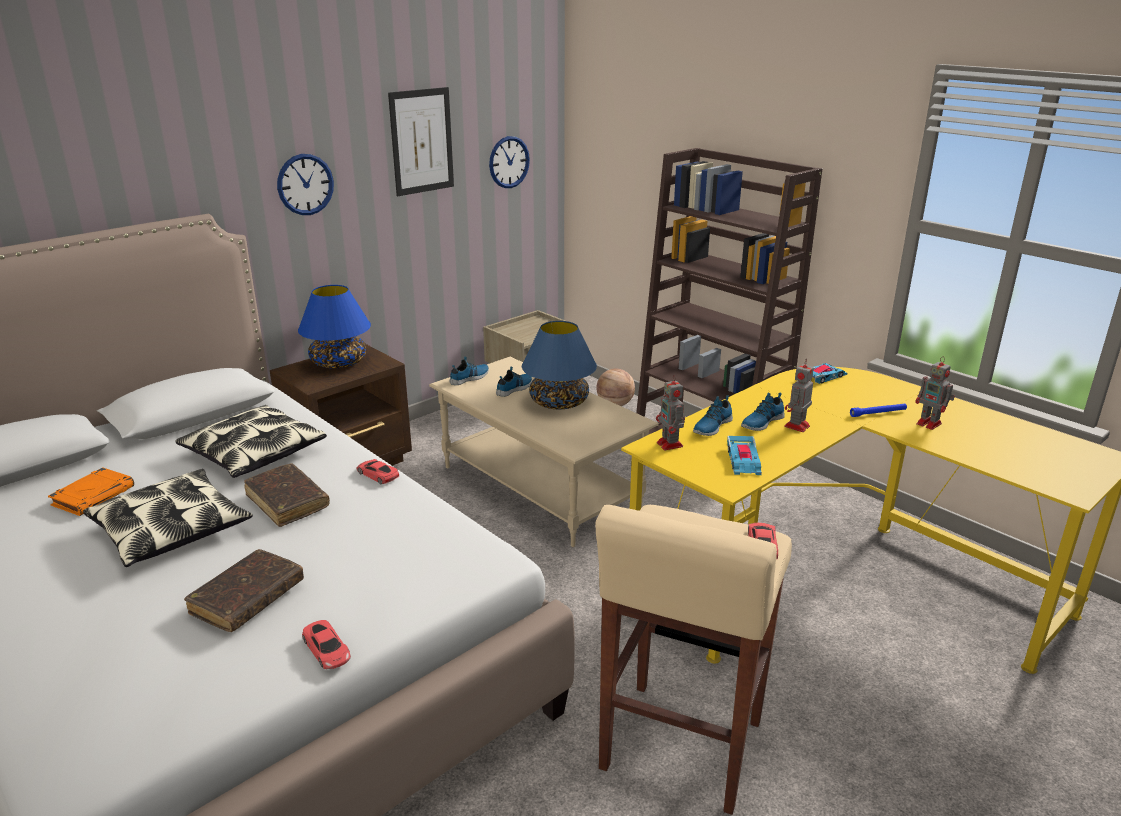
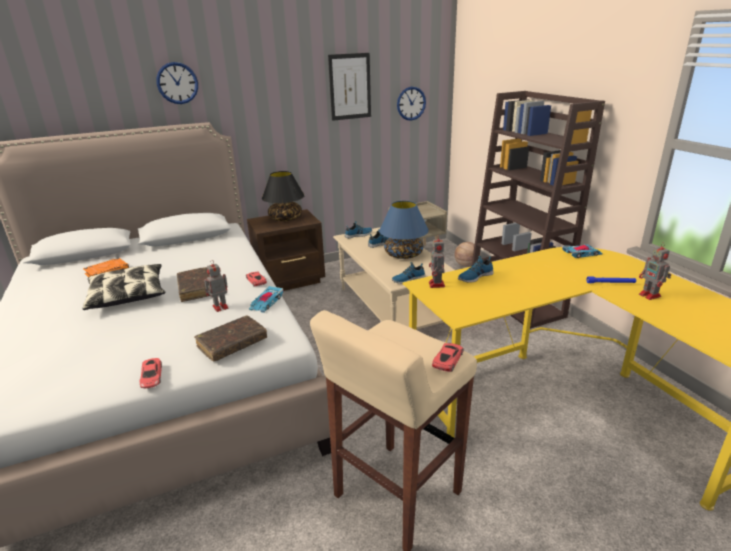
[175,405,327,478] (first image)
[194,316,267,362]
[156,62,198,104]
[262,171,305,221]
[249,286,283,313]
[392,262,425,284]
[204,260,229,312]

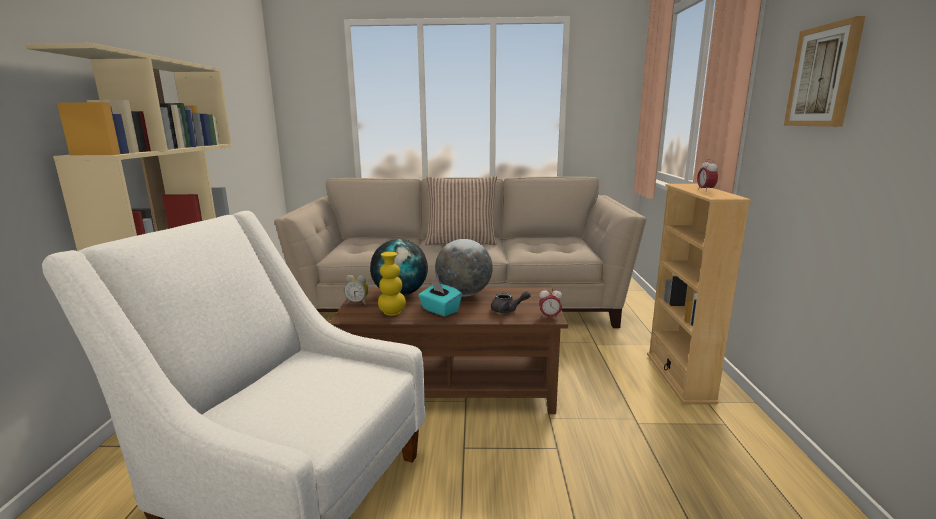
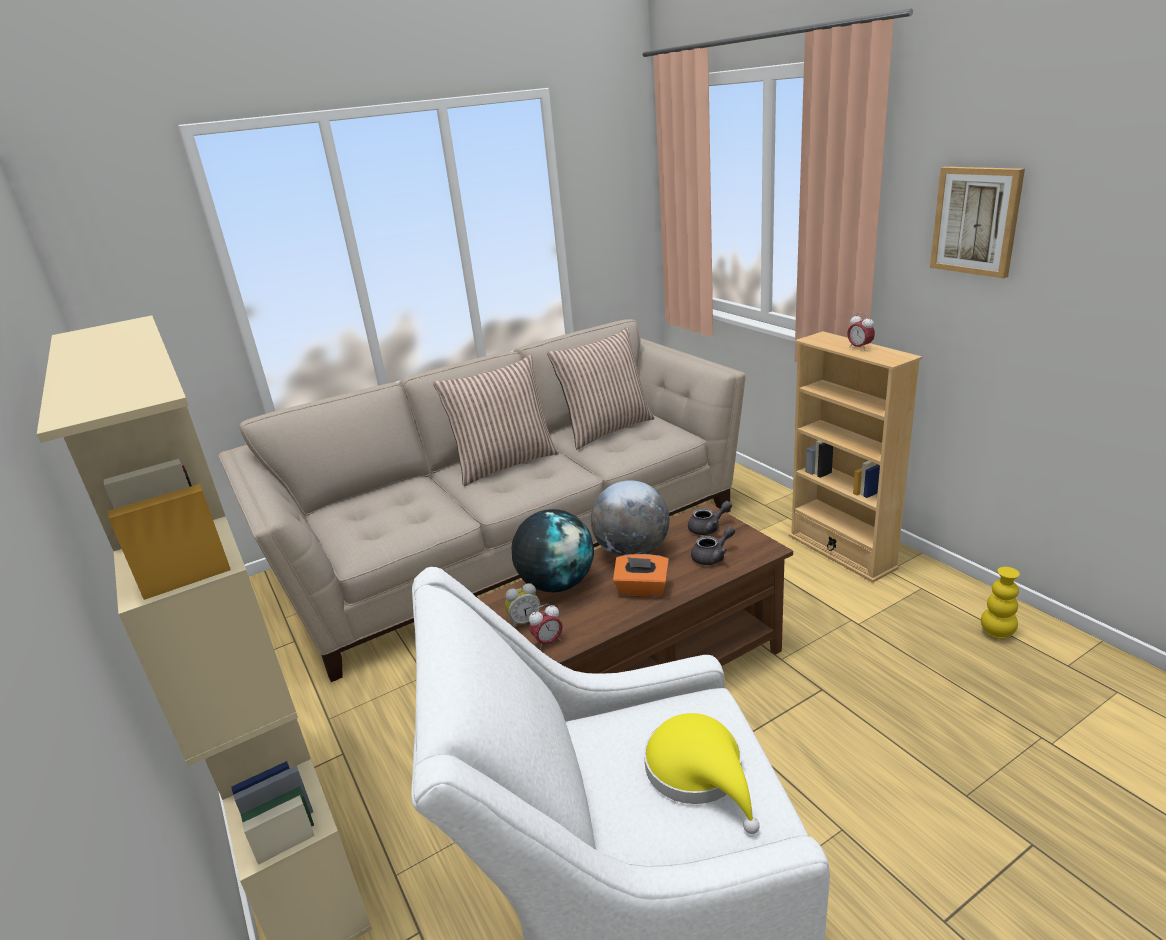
[981,567,1020,639]
[613,554,669,597]
[529,603,563,649]
[547,327,655,449]
[644,713,760,834]
[688,501,732,535]

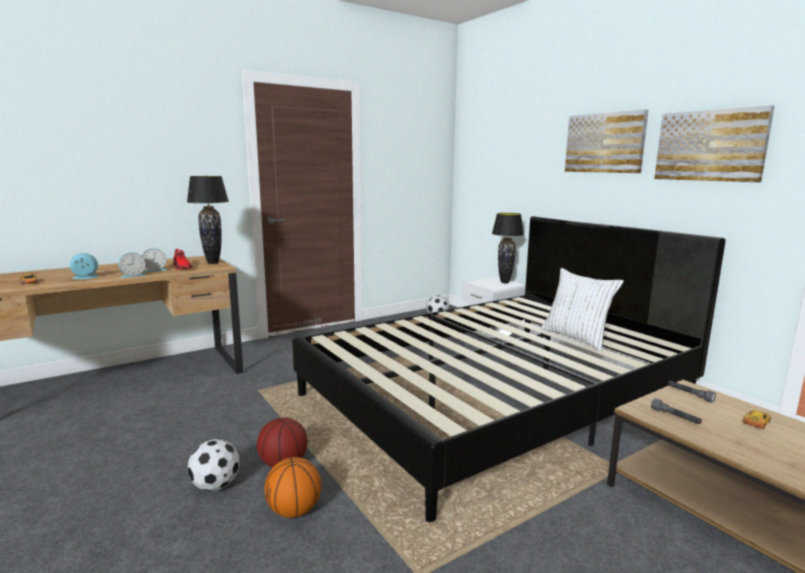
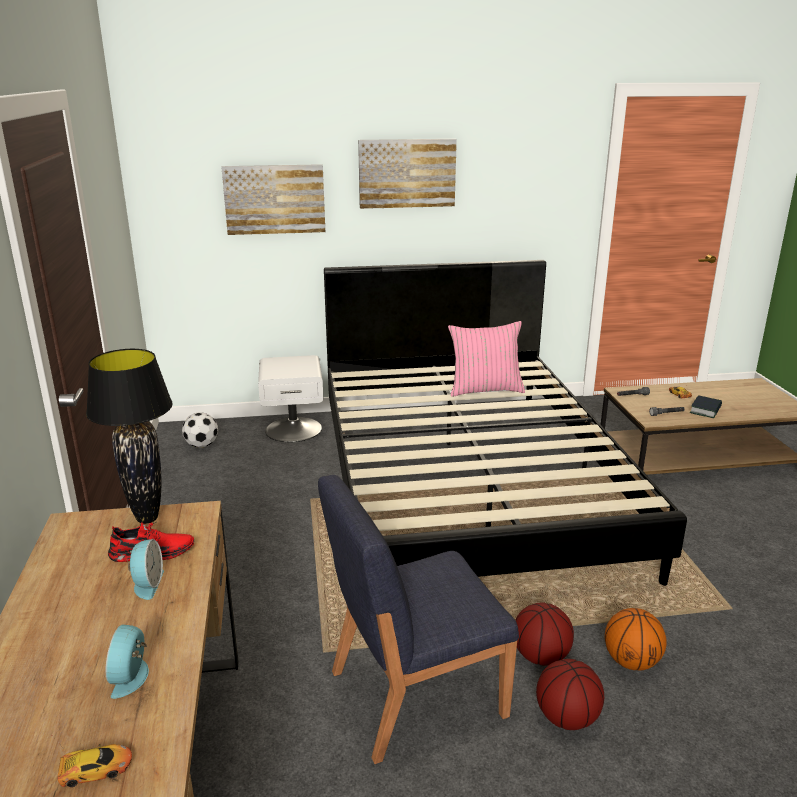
[119,252,146,278] (first image)
[536,659,604,730]
[492,213,524,283] (first image)
[448,321,525,397]
[221,164,325,235]
[318,475,519,764]
[690,395,722,418]

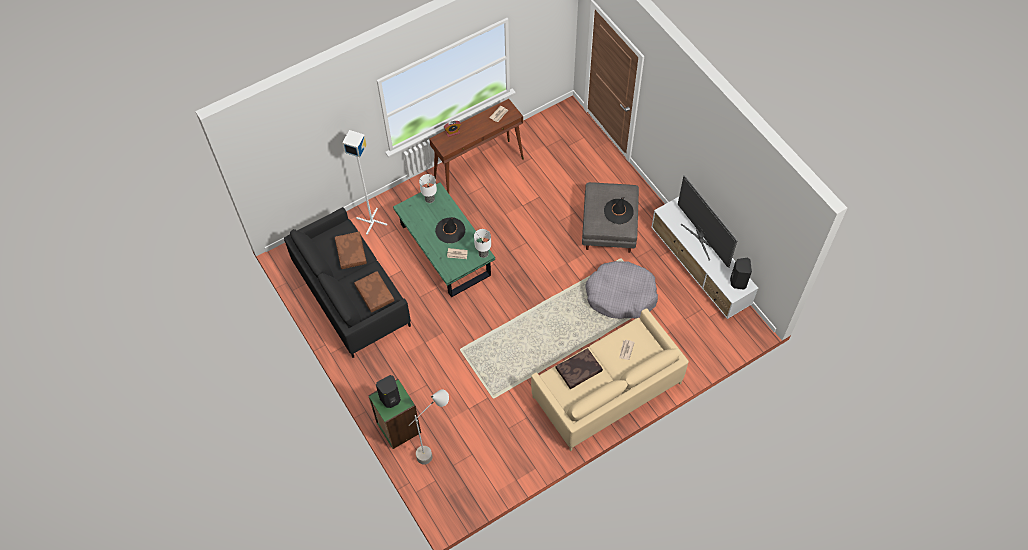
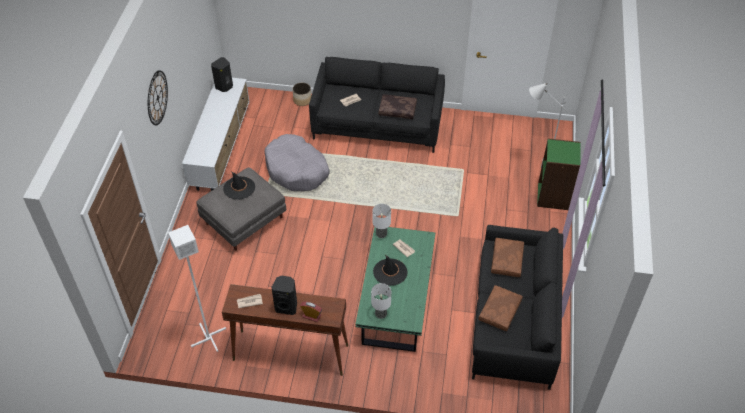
[168,225,226,352]
[271,276,297,315]
[309,57,445,153]
[678,175,738,268] (first image)
[148,70,168,125]
[292,83,312,106]

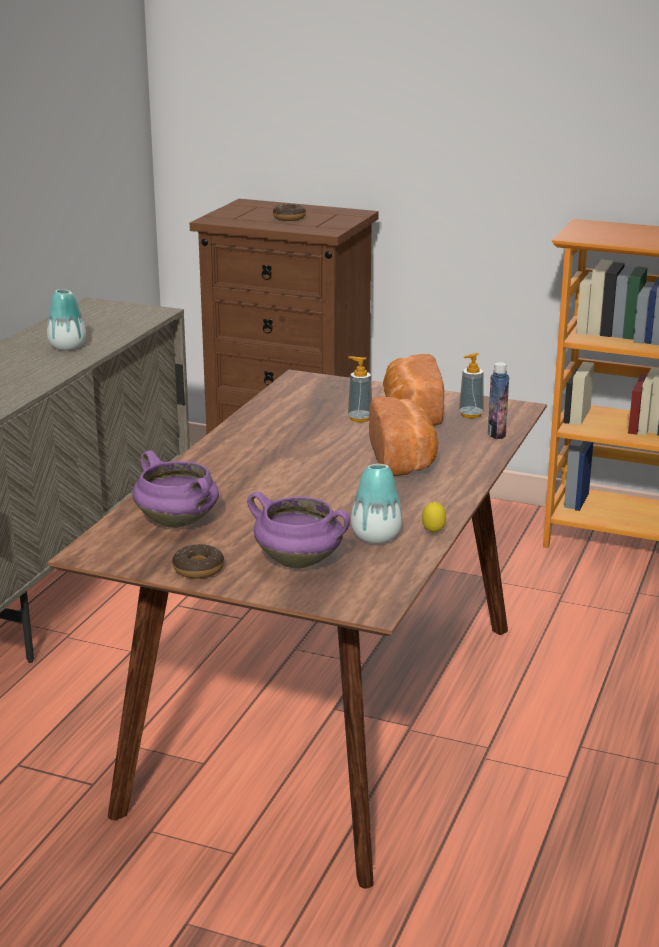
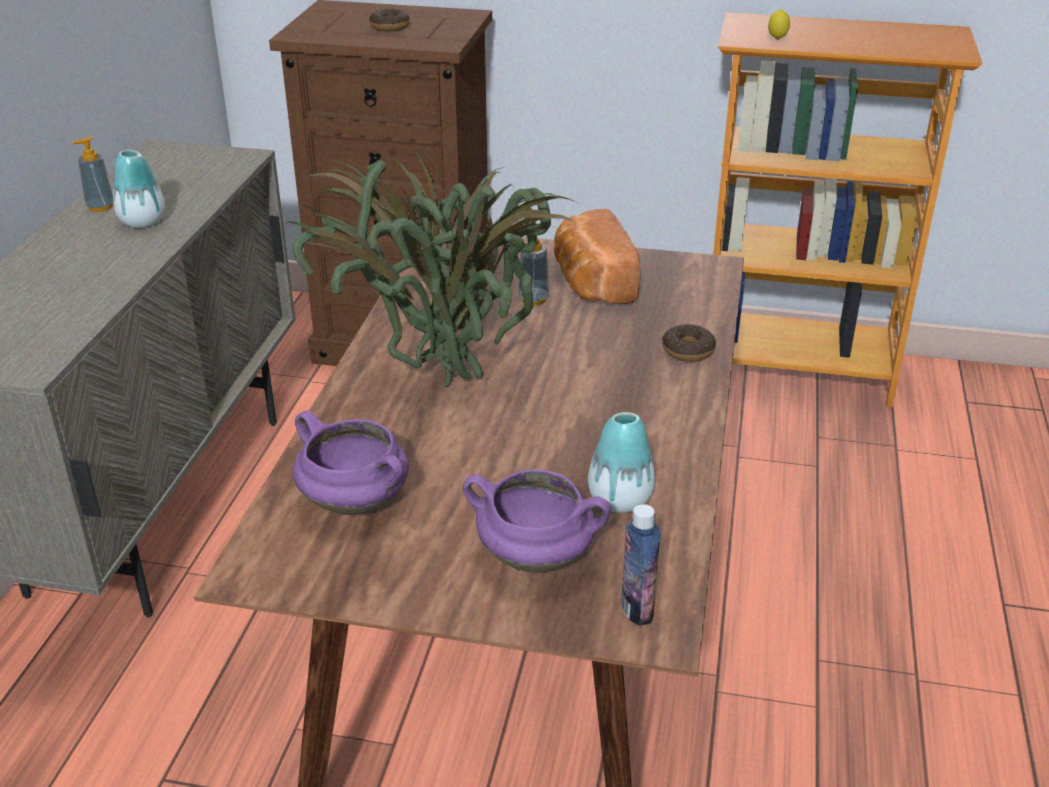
[662,324,716,362]
[369,397,438,476] (first image)
[768,9,790,40]
[72,136,113,212]
[621,504,660,626]
[287,150,575,387]

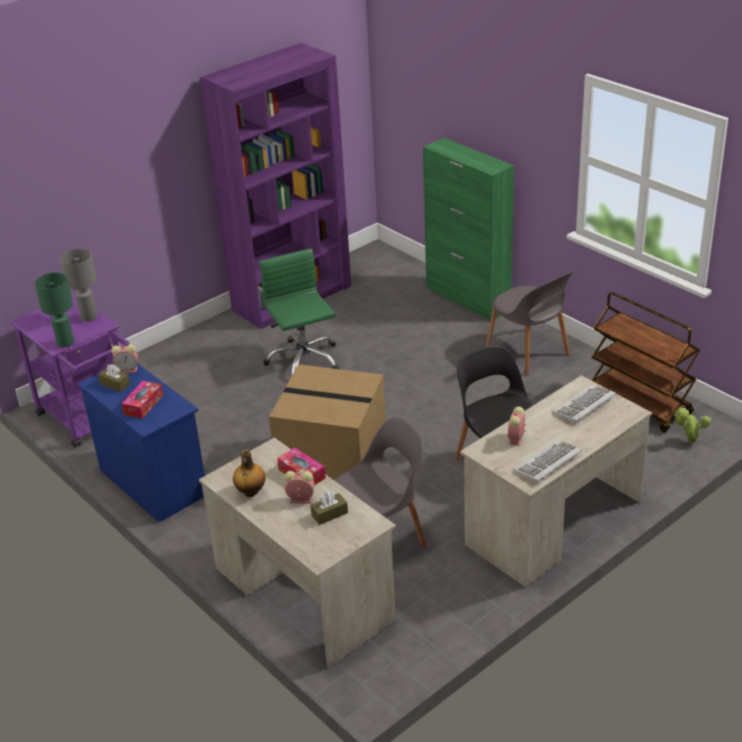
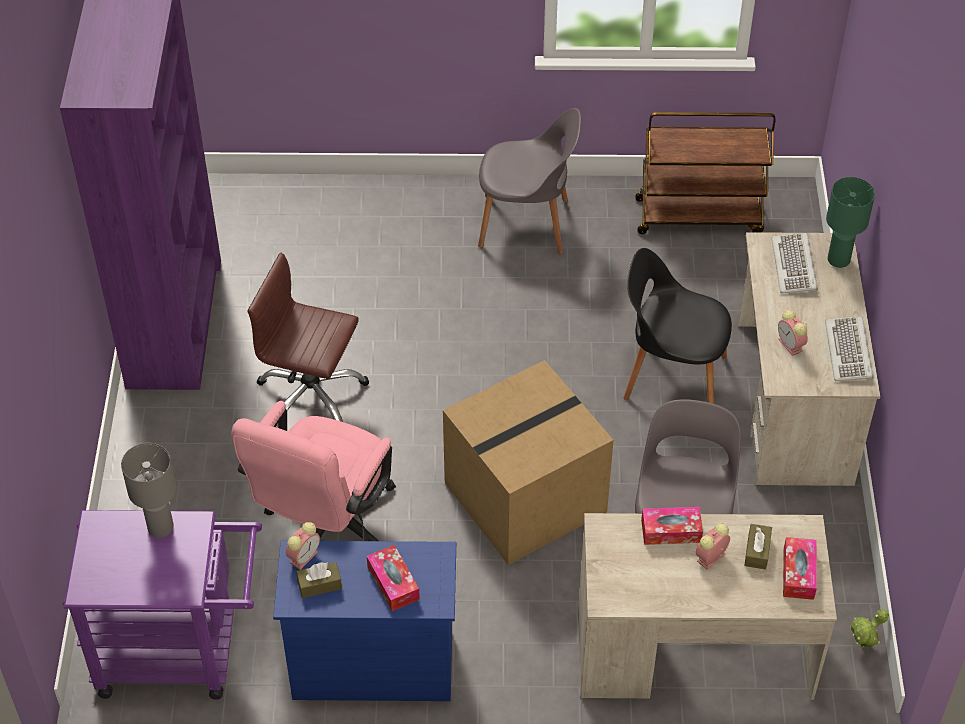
[826,177,875,268]
[233,450,266,497] (first image)
[248,253,369,428]
[423,138,514,321] (first image)
[850,609,889,648]
[232,401,396,541]
[783,537,817,600]

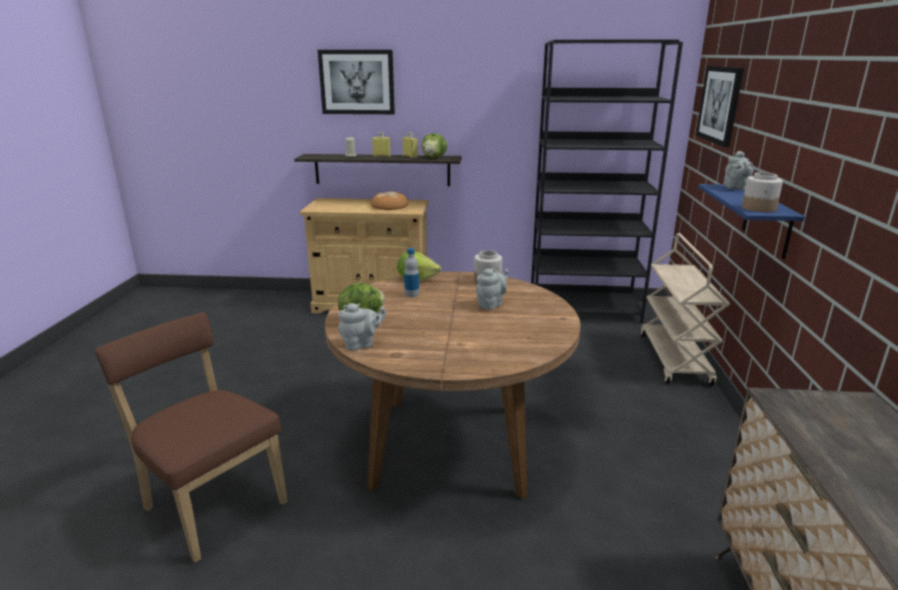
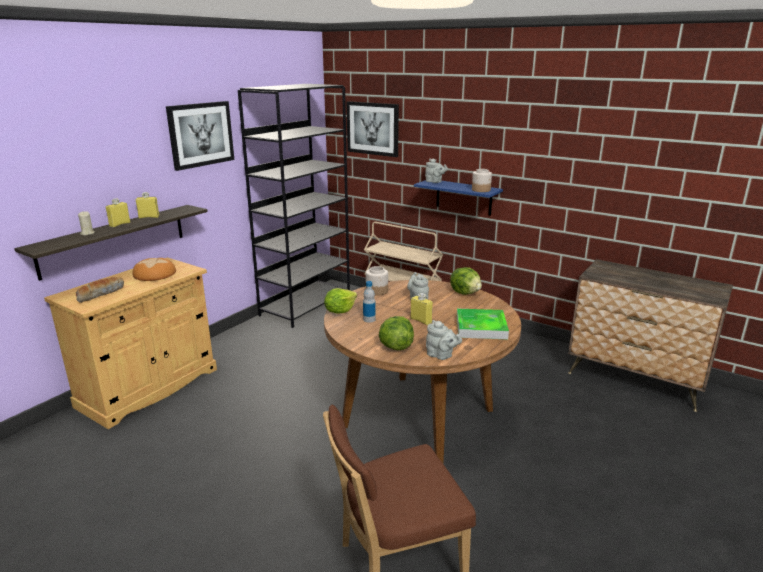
[166,101,234,171]
[426,320,462,360]
[450,267,482,295]
[75,277,124,303]
[410,293,433,325]
[457,309,509,339]

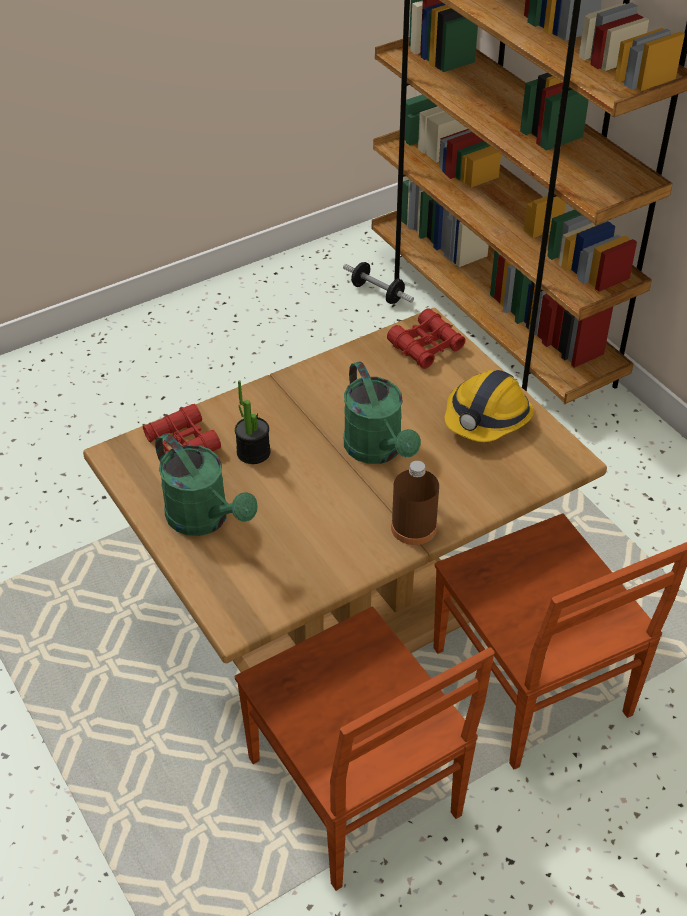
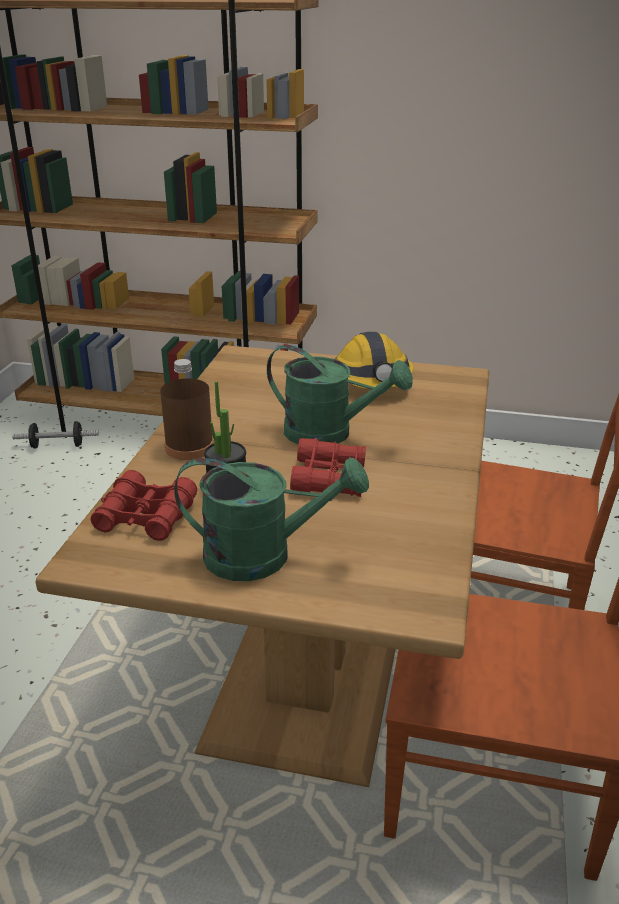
[290,438,366,497]
[160,359,214,460]

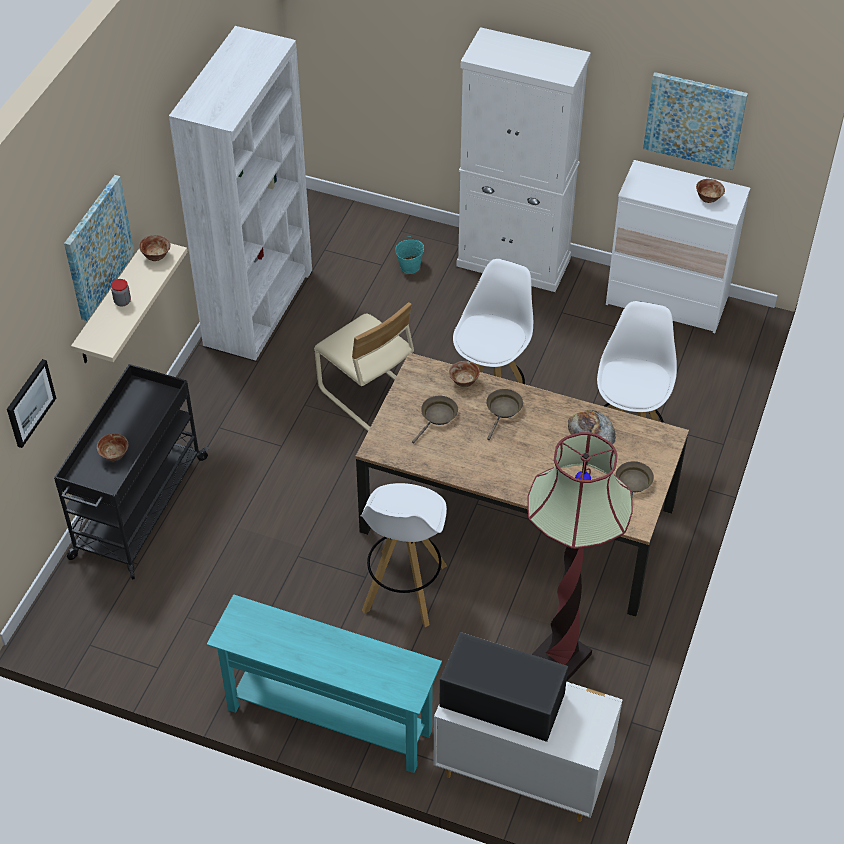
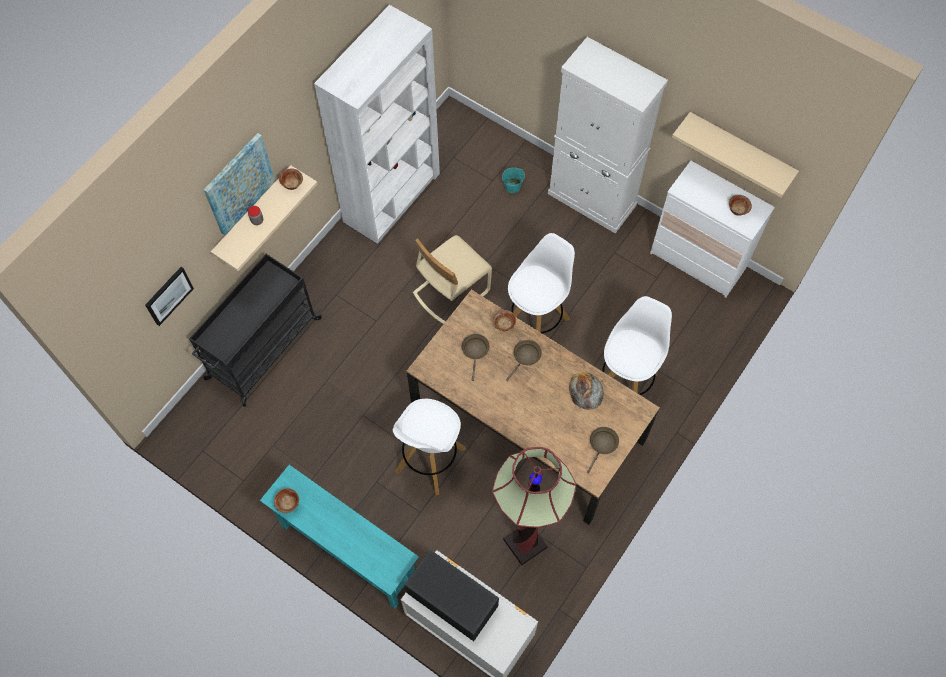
[274,488,299,513]
[413,235,492,324]
[462,334,490,381]
[672,112,799,198]

